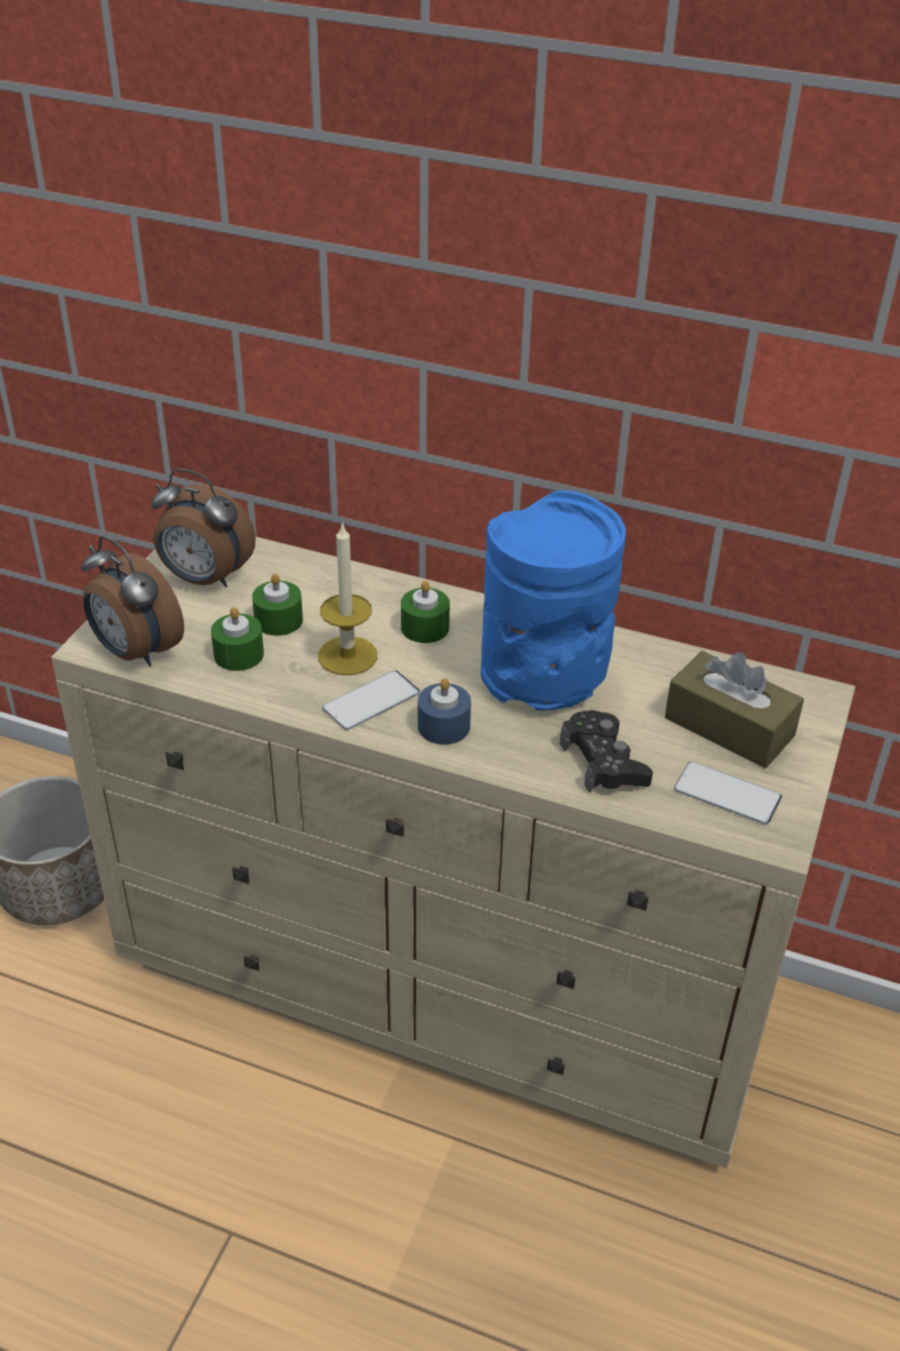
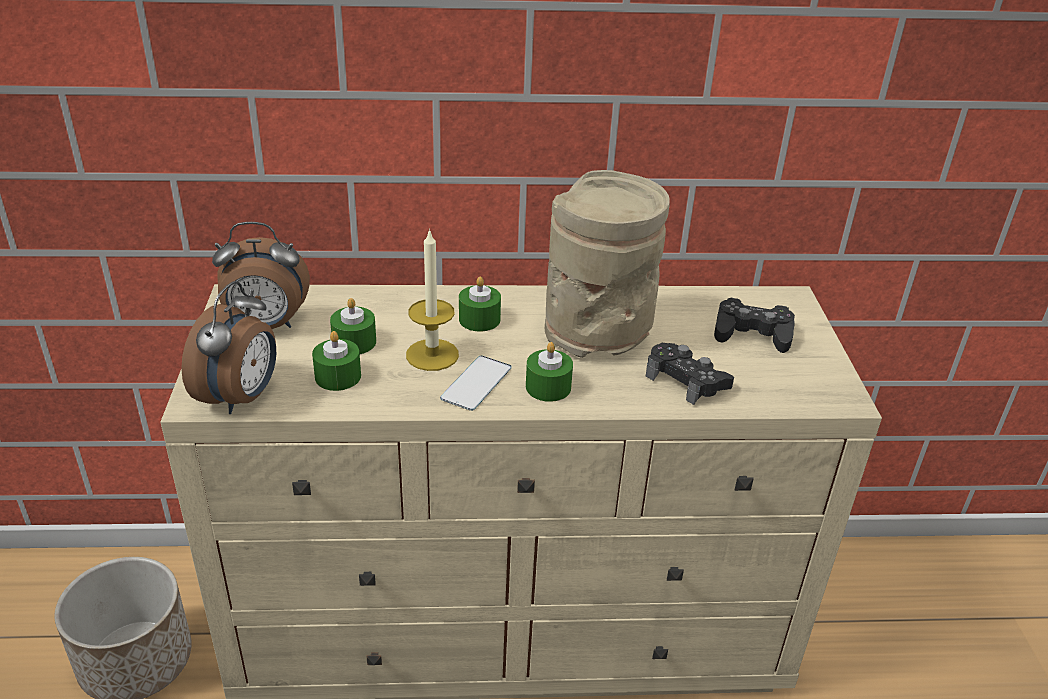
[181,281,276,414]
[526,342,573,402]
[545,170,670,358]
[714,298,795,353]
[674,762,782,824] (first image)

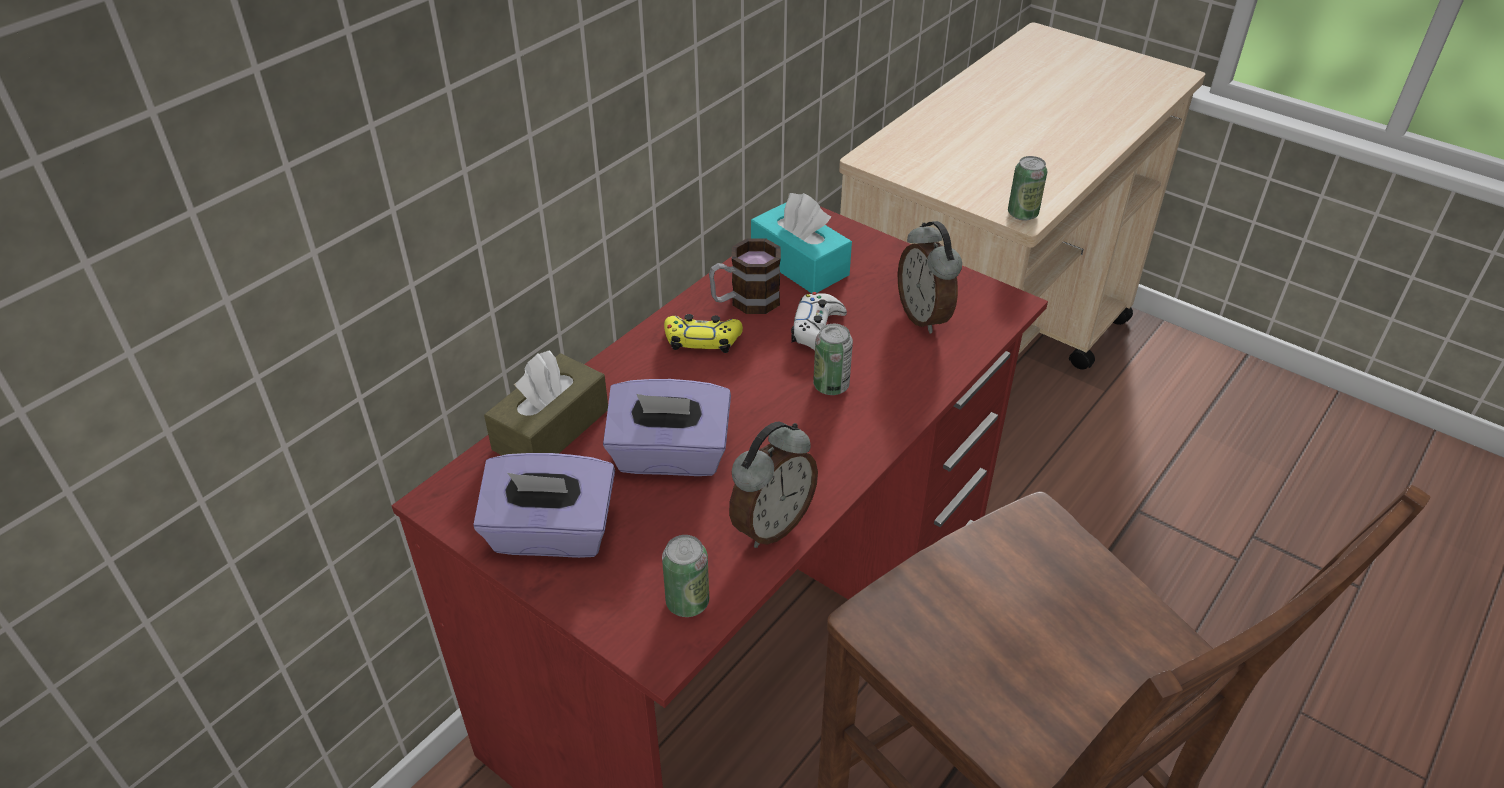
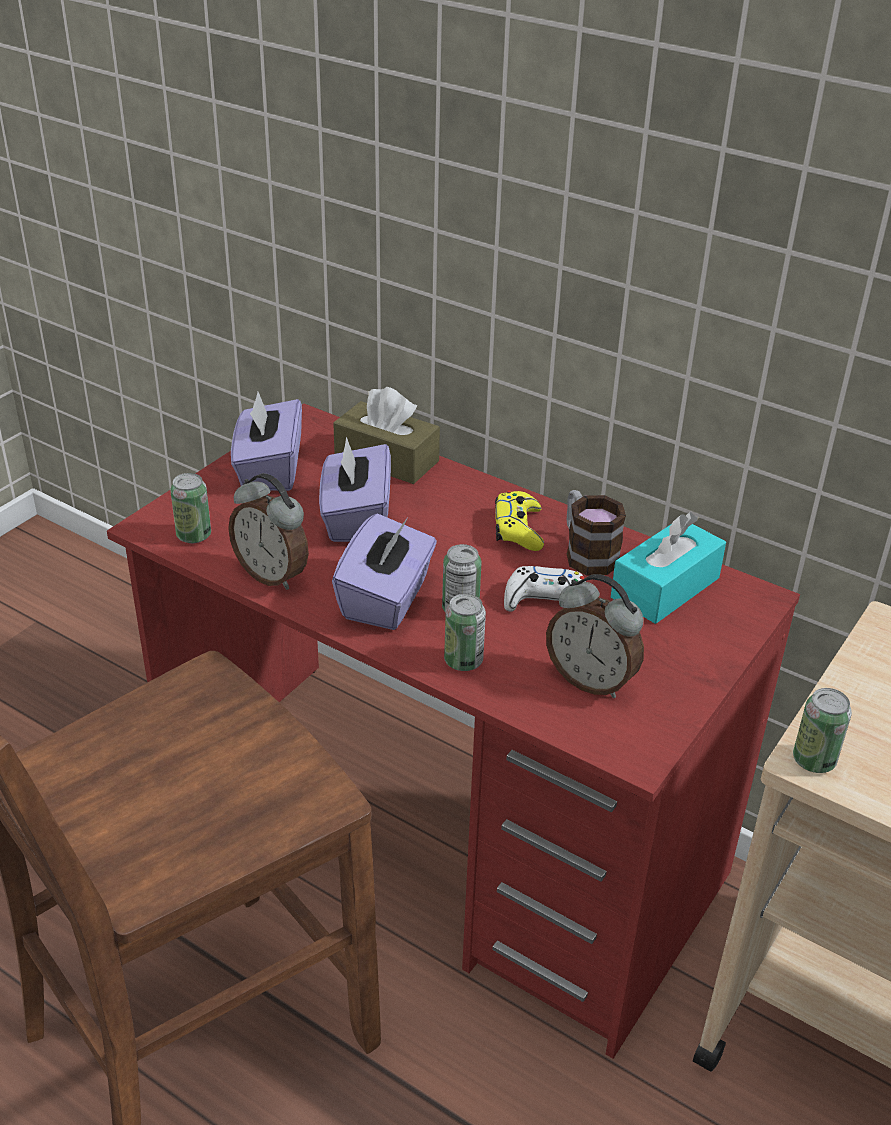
[546,574,644,698]
[332,513,437,630]
[444,594,486,671]

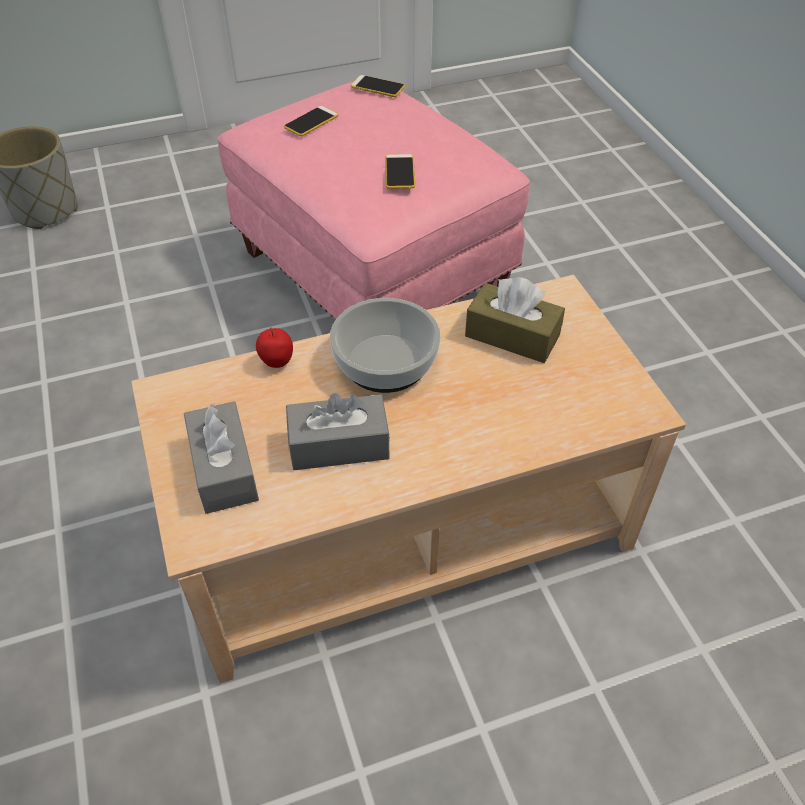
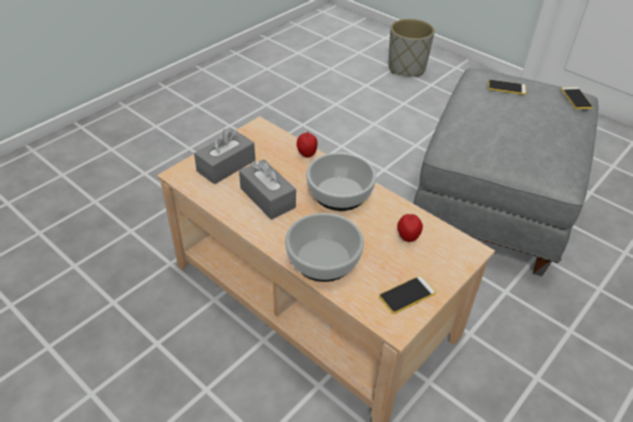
[413,69,598,276]
[379,276,436,314]
[397,214,423,242]
[285,213,364,282]

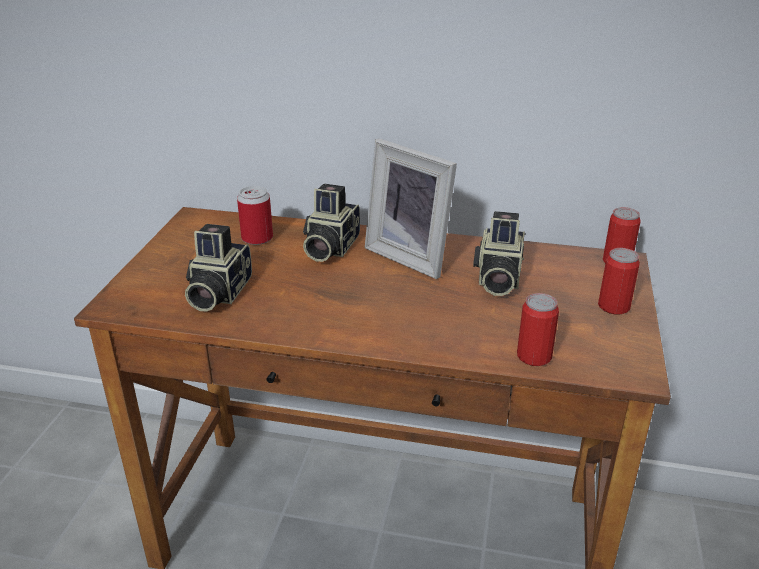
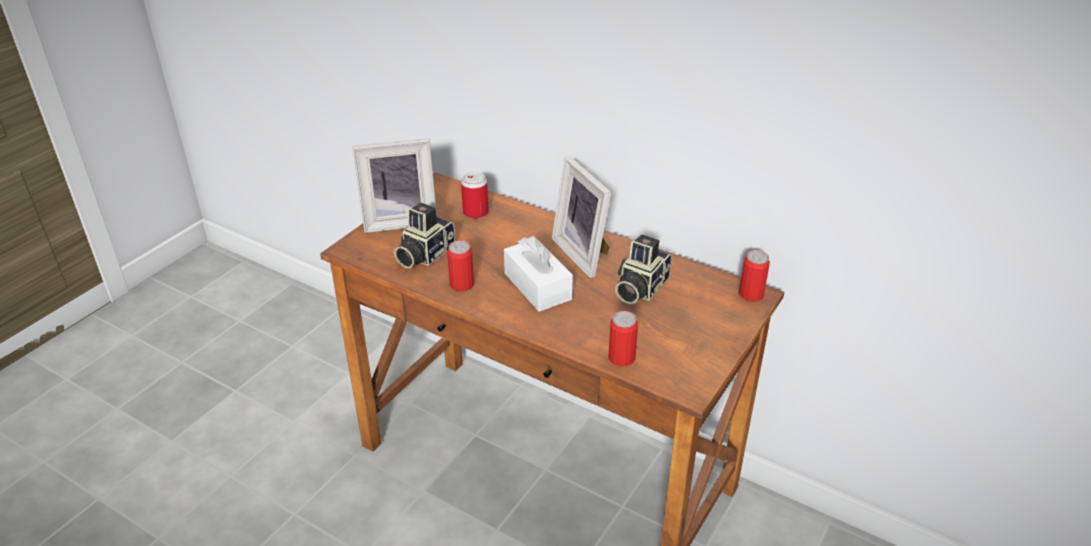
[303,184,360,262] (first image)
[447,240,474,291]
[352,138,437,233]
[504,236,573,312]

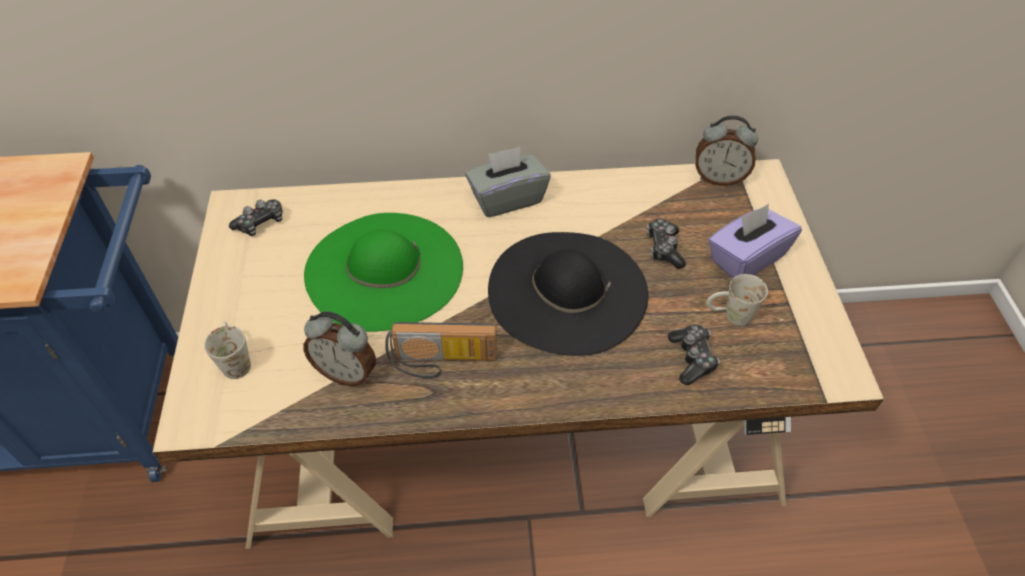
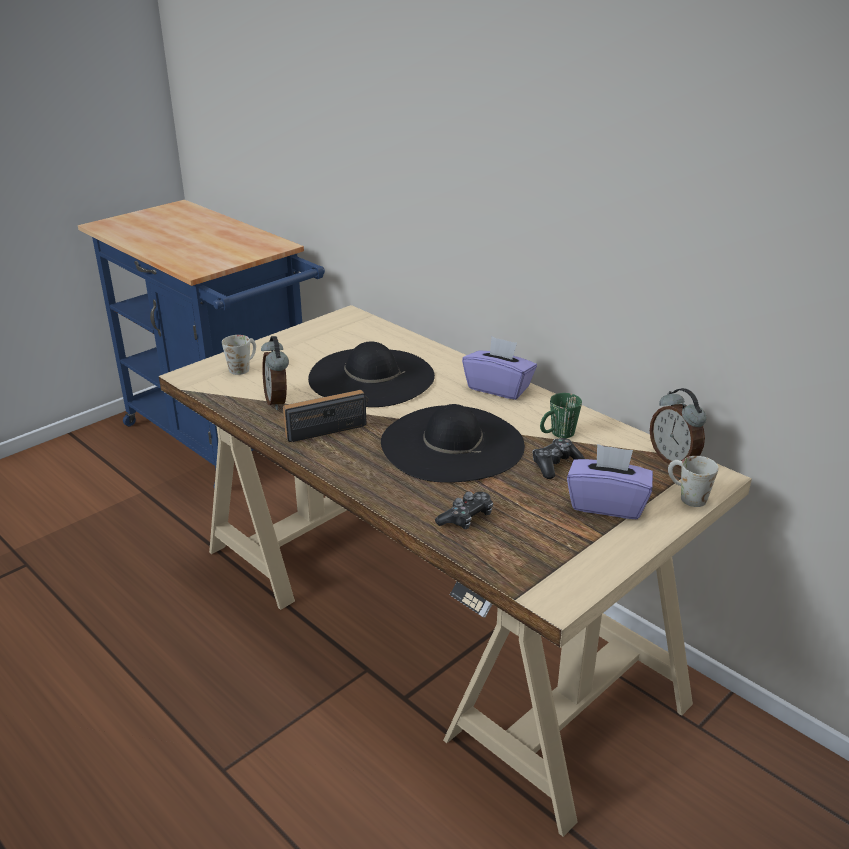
[229,199,283,236] (first image)
[308,342,435,407]
[283,390,369,442]
[462,337,537,400]
[668,456,719,507]
[540,393,582,438]

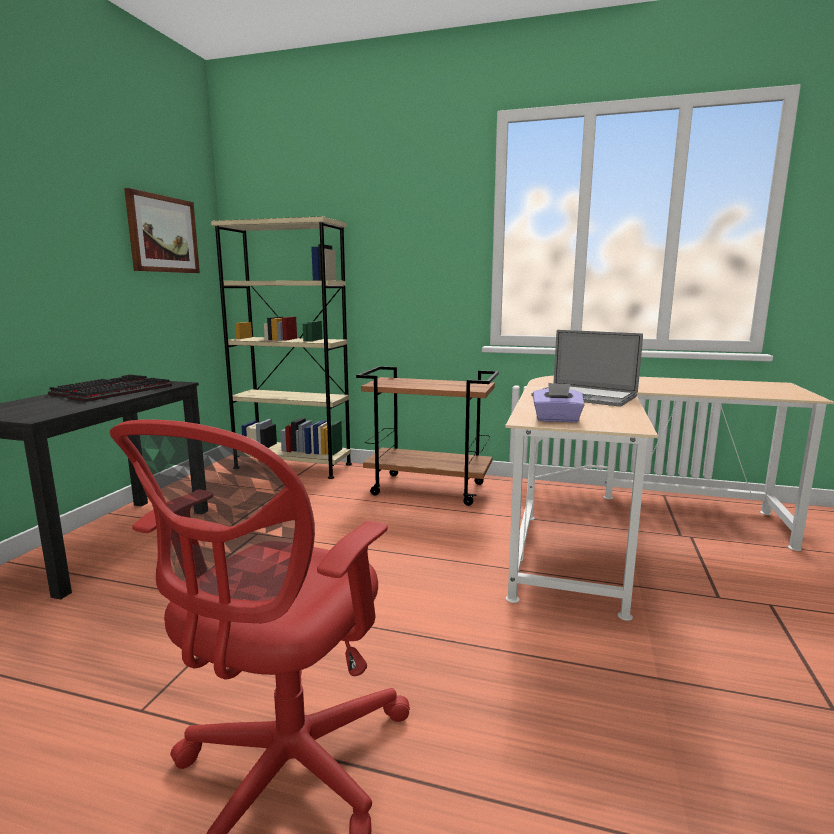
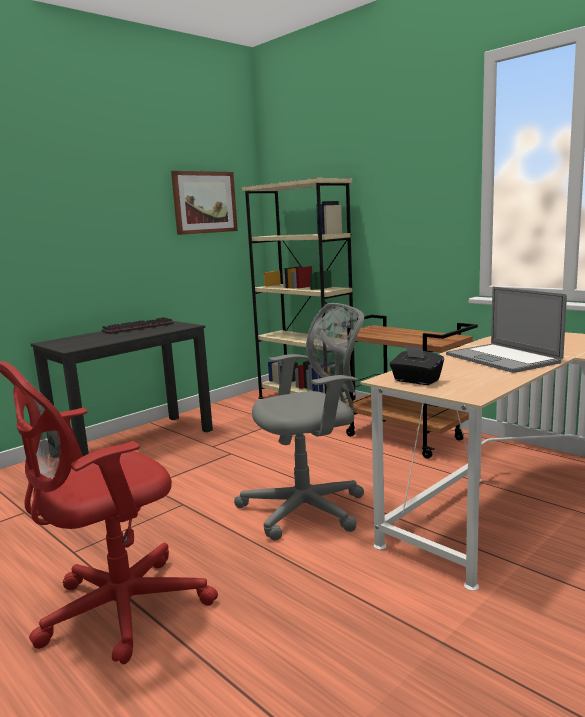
[67,378,172,402] (first image)
[390,345,444,385]
[234,303,364,540]

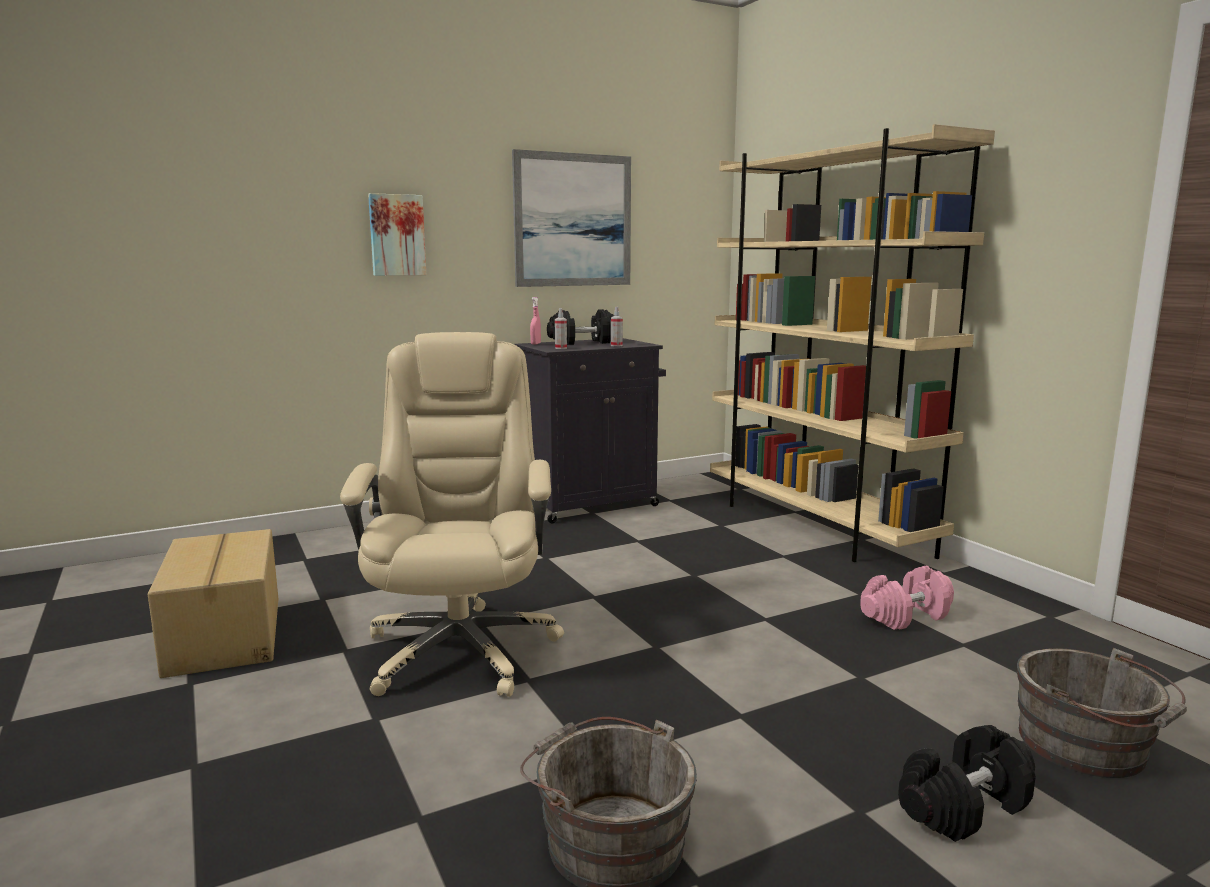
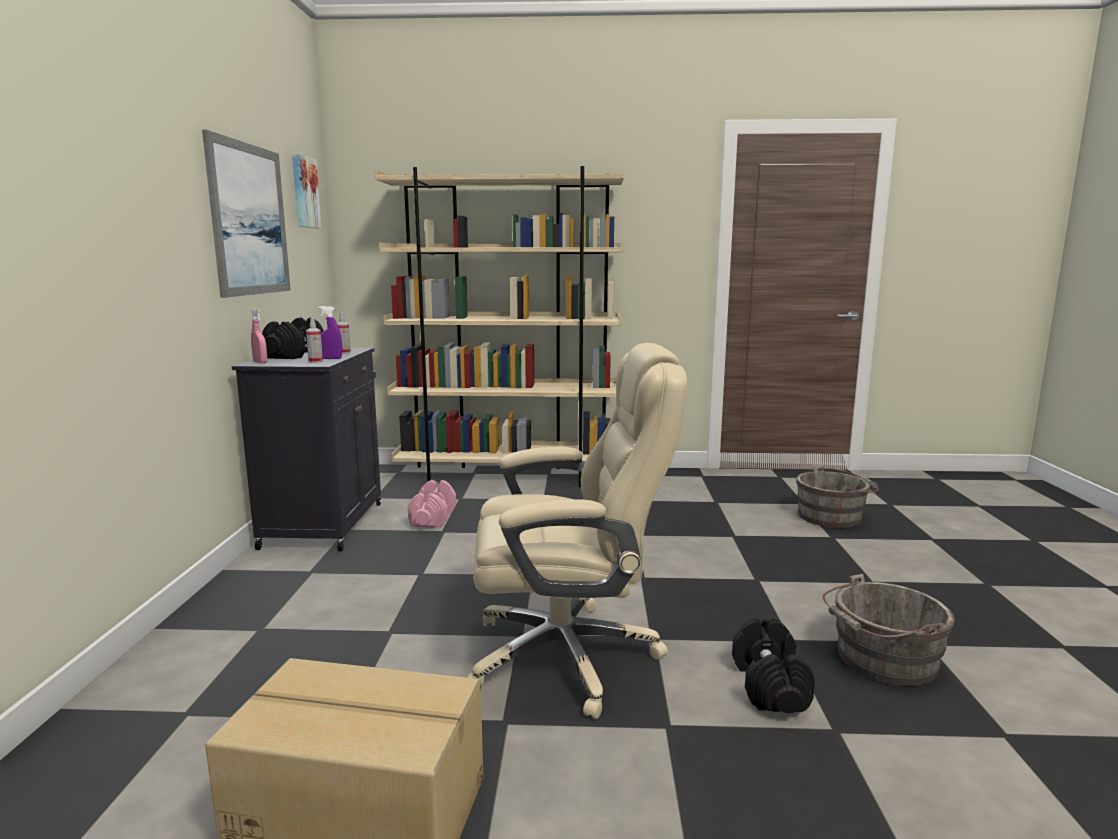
[467,343,687,719]
[292,153,322,228]
[408,480,456,528]
[732,618,815,714]
[318,306,342,359]

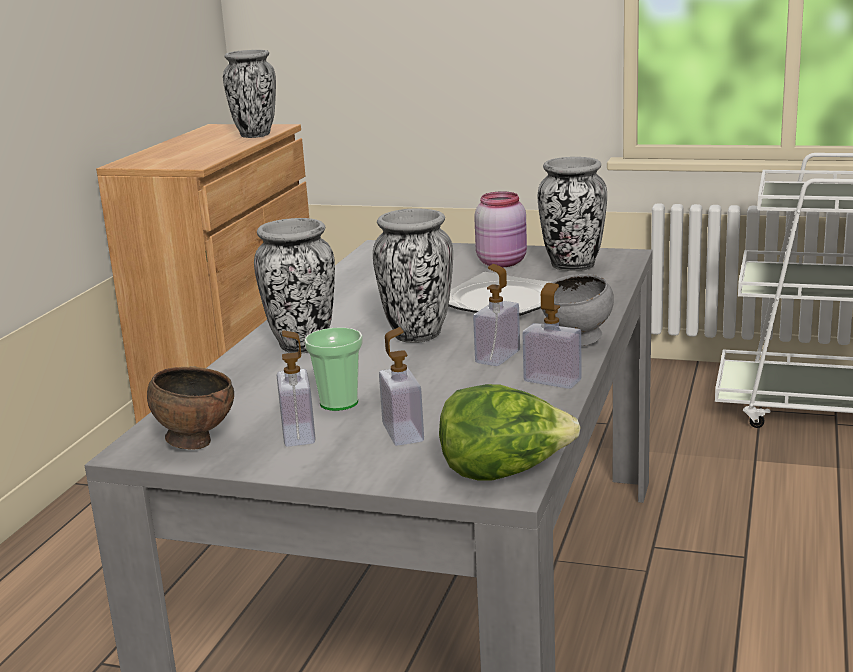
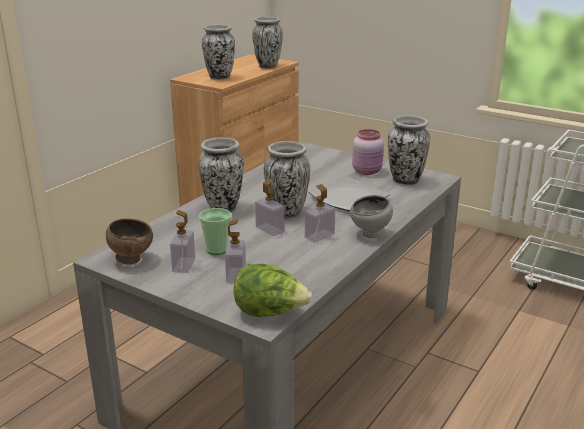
[255,179,285,236]
[202,24,235,80]

